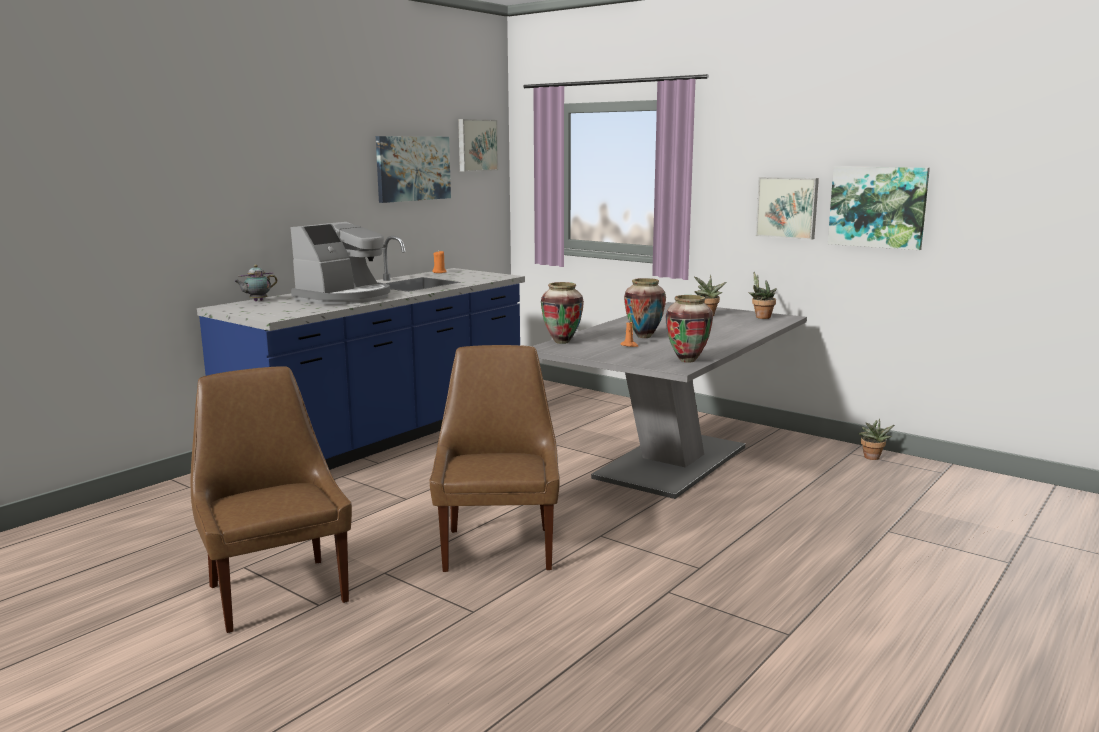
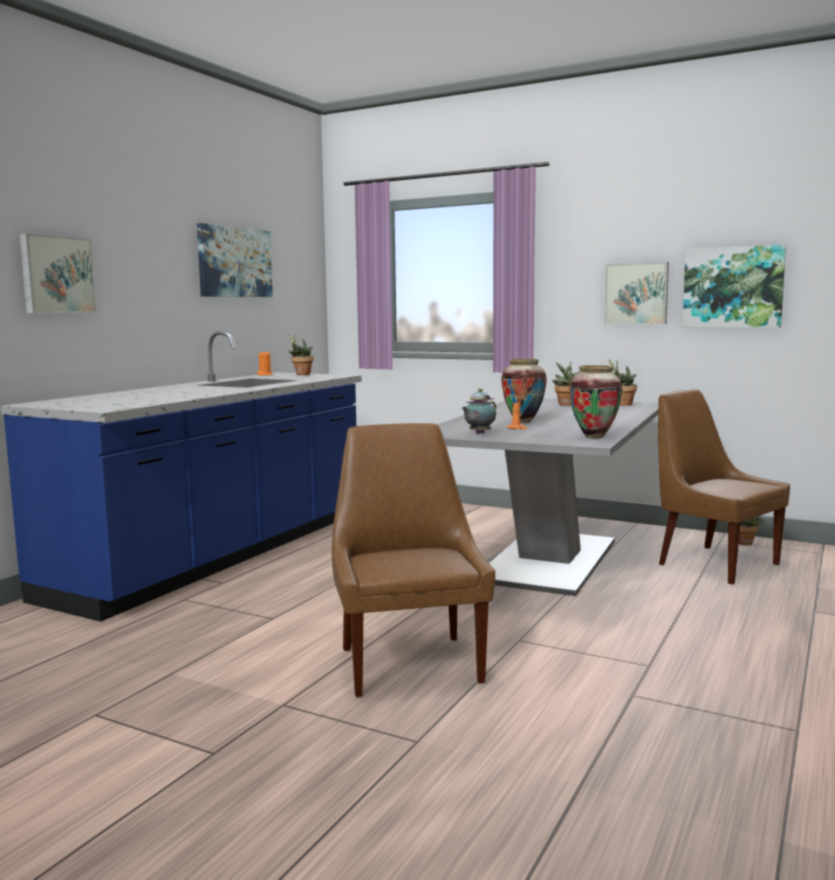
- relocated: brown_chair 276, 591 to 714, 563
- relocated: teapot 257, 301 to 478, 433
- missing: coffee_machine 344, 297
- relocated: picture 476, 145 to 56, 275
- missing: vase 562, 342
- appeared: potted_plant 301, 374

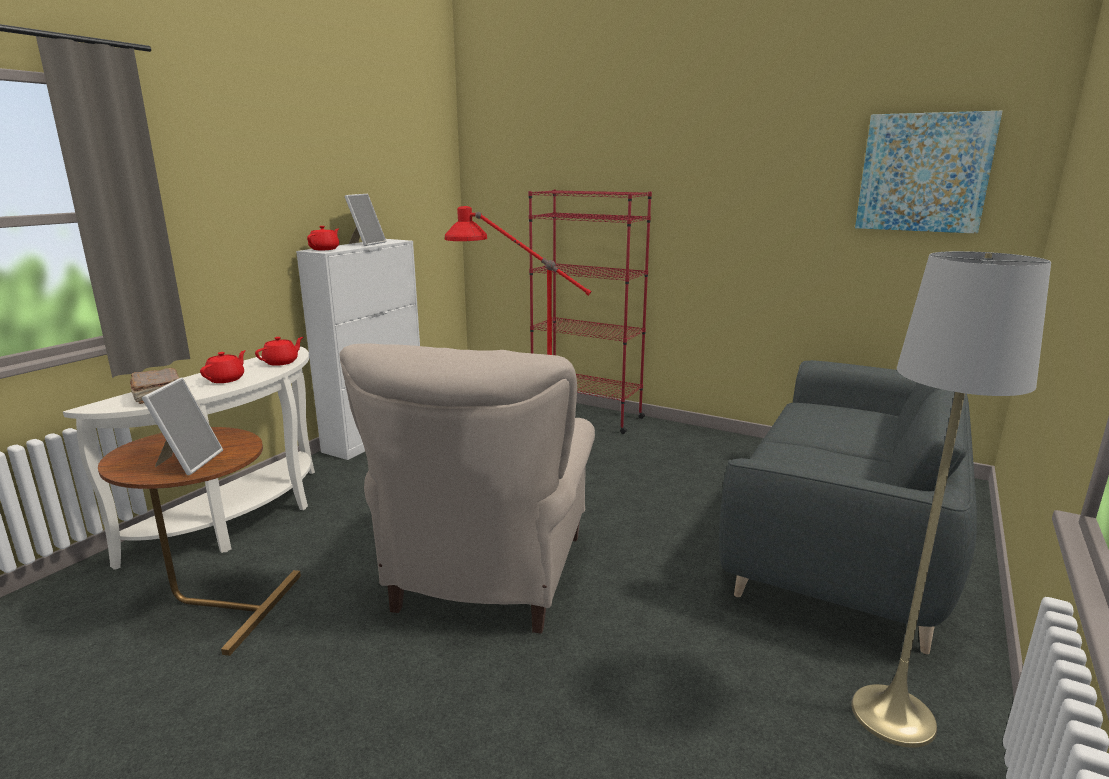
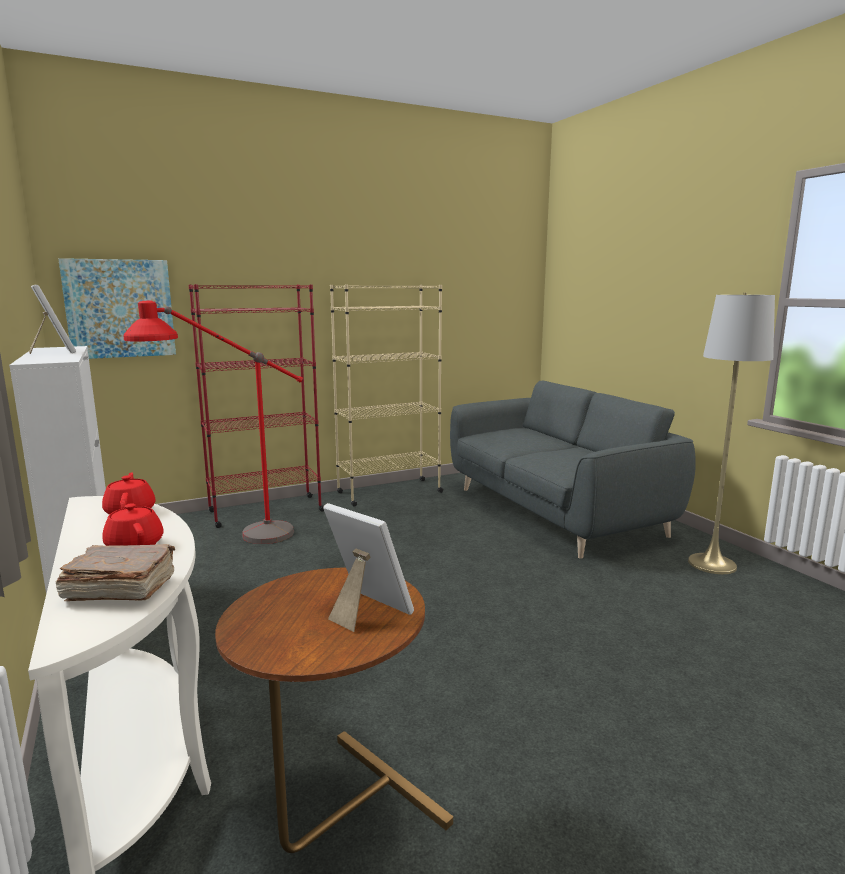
- missing: red_teapot 325, 249
- missing: beige_armchair 487, 577
- relocated: picture 924, 173 to 120, 308
- appeared: beige_bookcase 389, 492

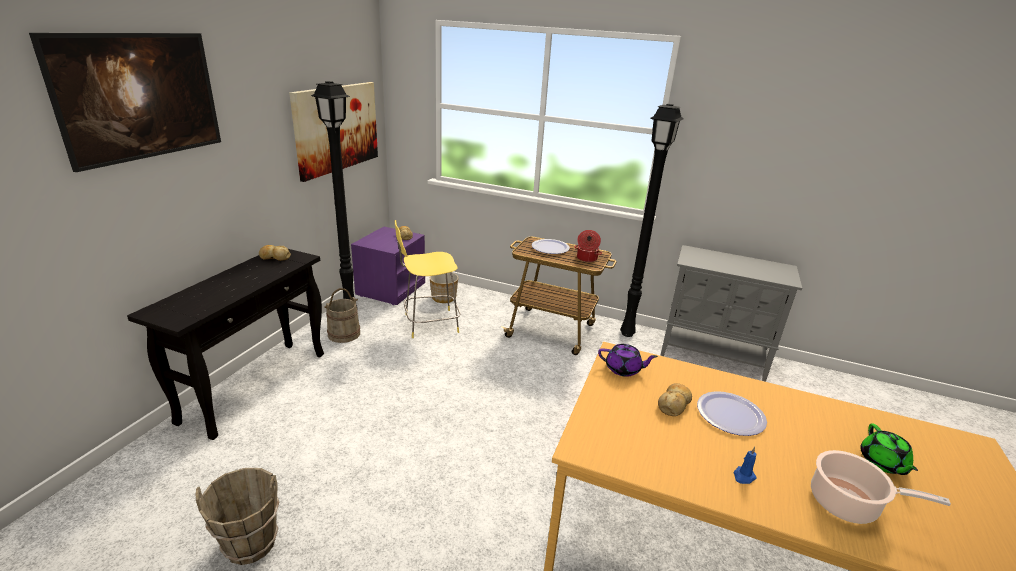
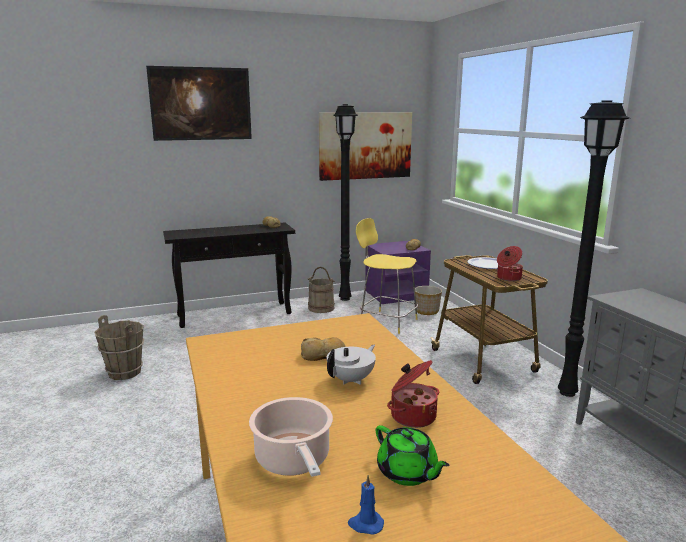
- missing: purple_teapot 623, 369
- exchanged: plate 730, 414 to white_teapot 351, 380
- relocated: blue_candle 743, 476 to 365, 524
- spun: green_teapot 882, 463 = 408, 473 90 degrees counterclockwise
- appeared: cooking_pot 412, 416

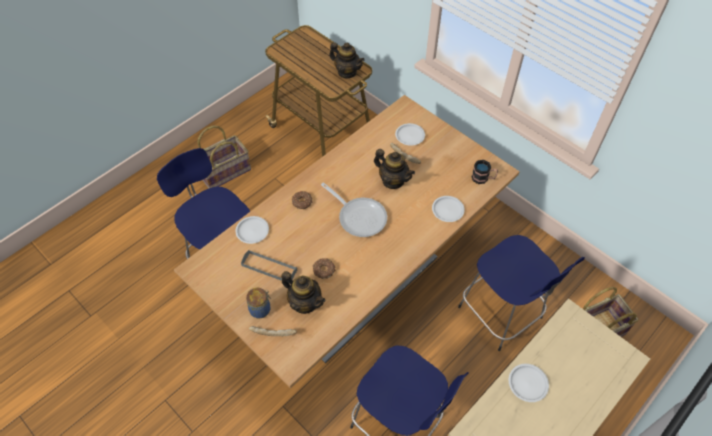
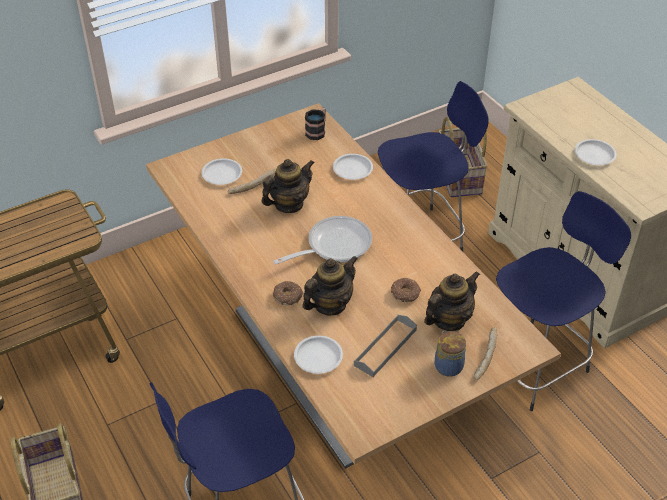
- relocated: teapot 347, 72 to 330, 304

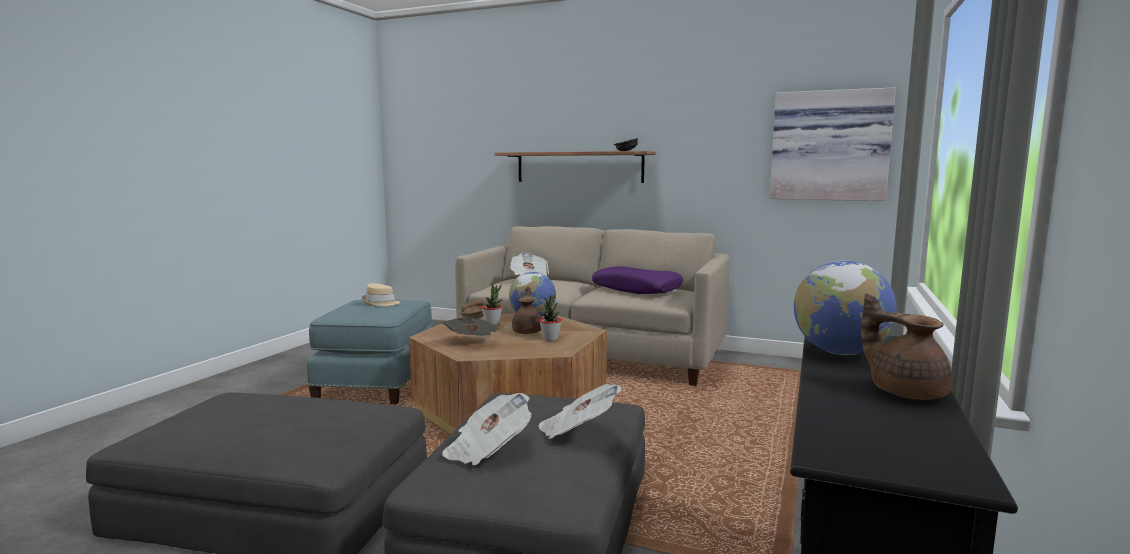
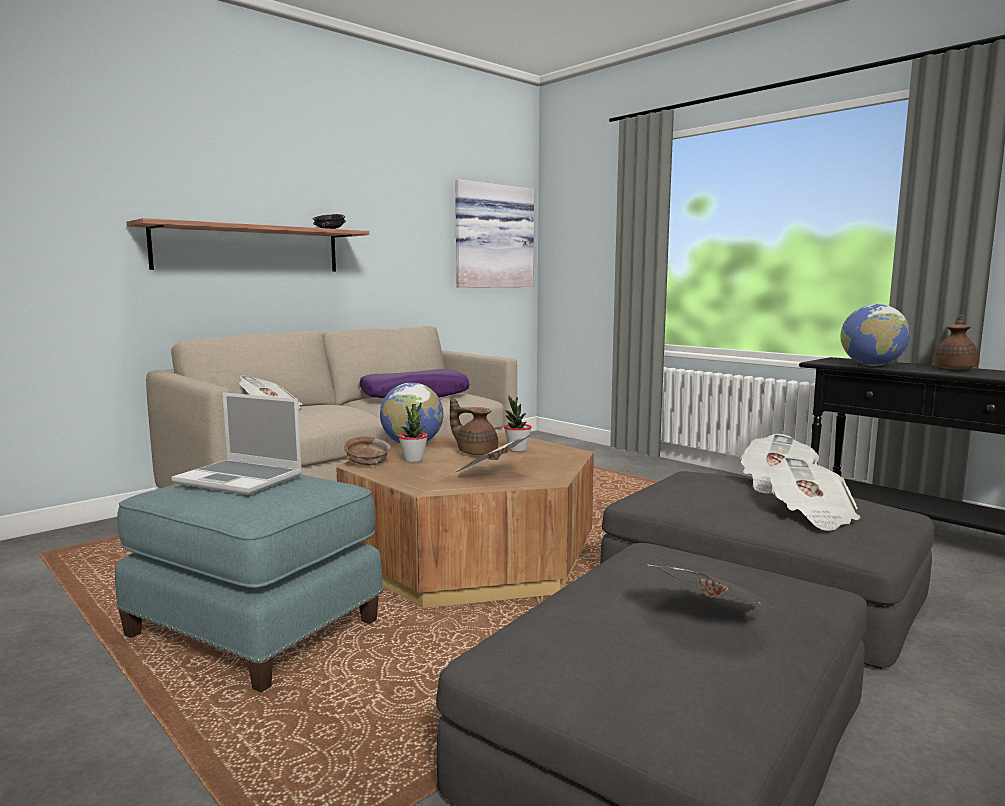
- exchanged: beige_hat 380, 303 to laptop 241, 479
- spun: brown_teapot 905, 391 = 955, 368 135 degrees clockwise
- appeared: newspaper 712, 618

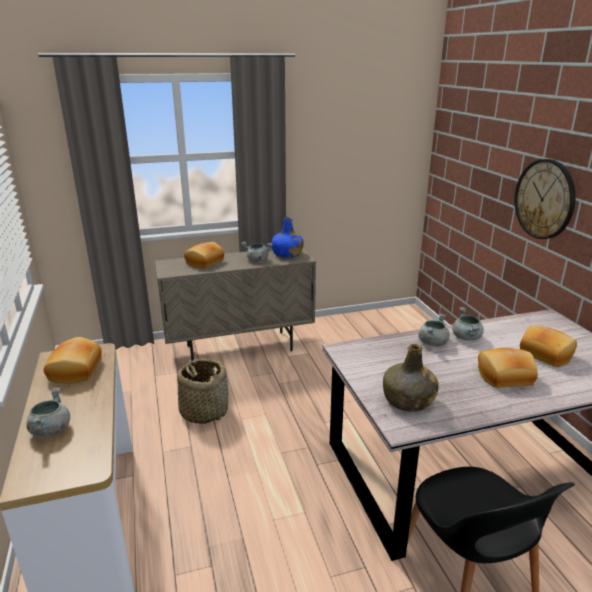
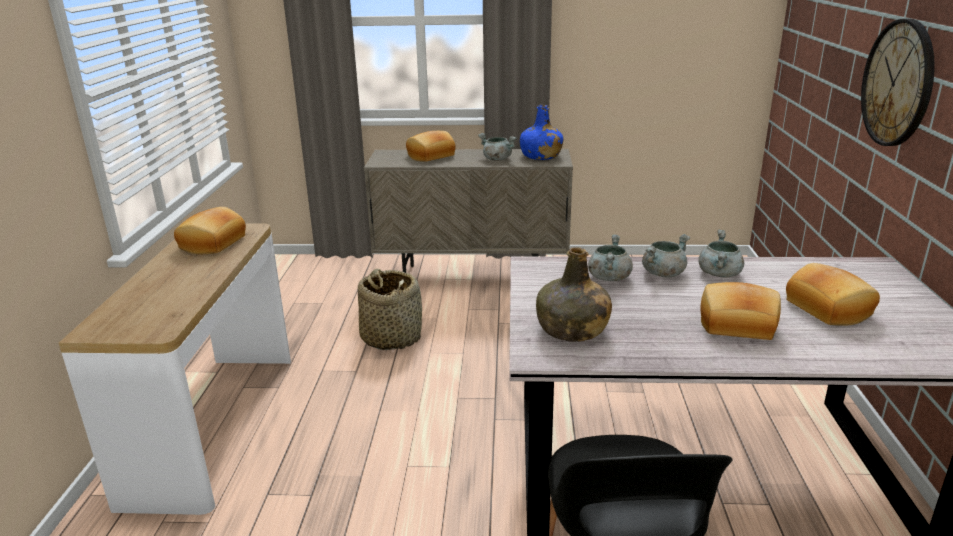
- relocated: grey_cooking_pot 50, 429 to 609, 277

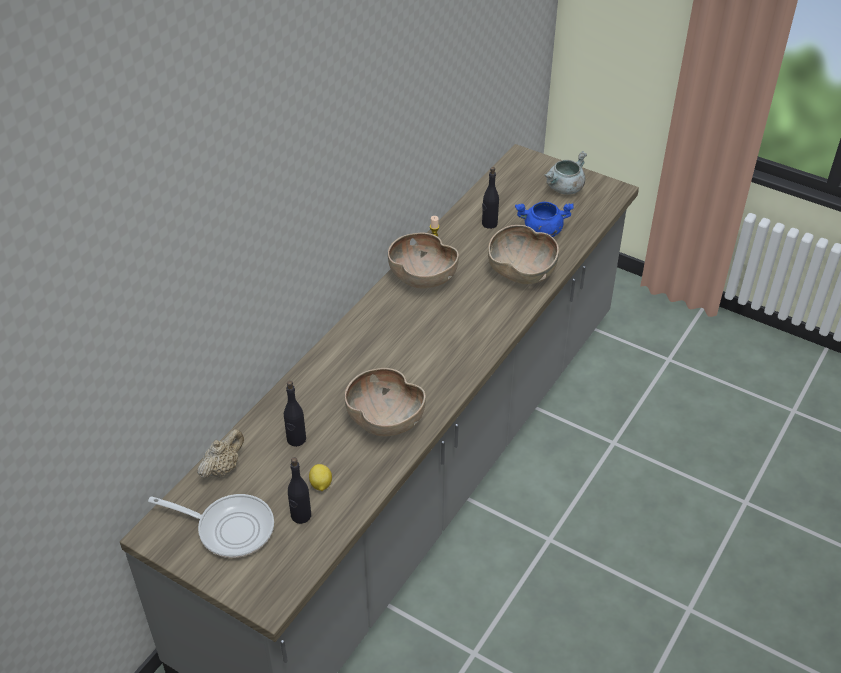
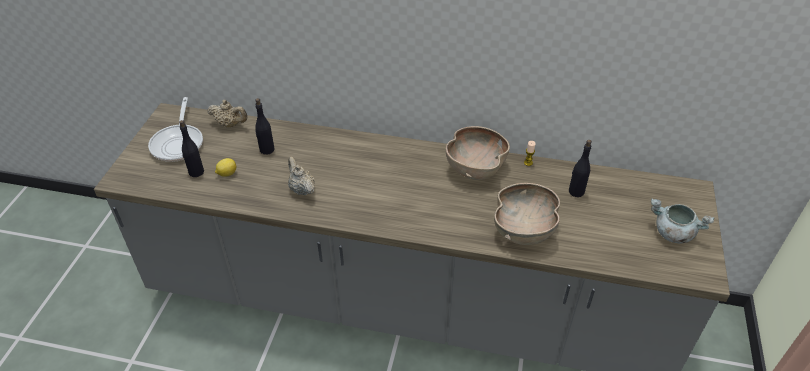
- exchanged: brown_bowl 384, 420 to beige_teapot 301, 189
- missing: blue_cooking_pot 542, 231

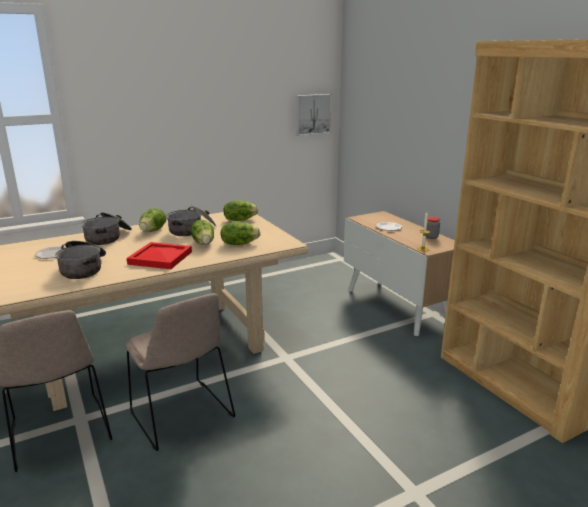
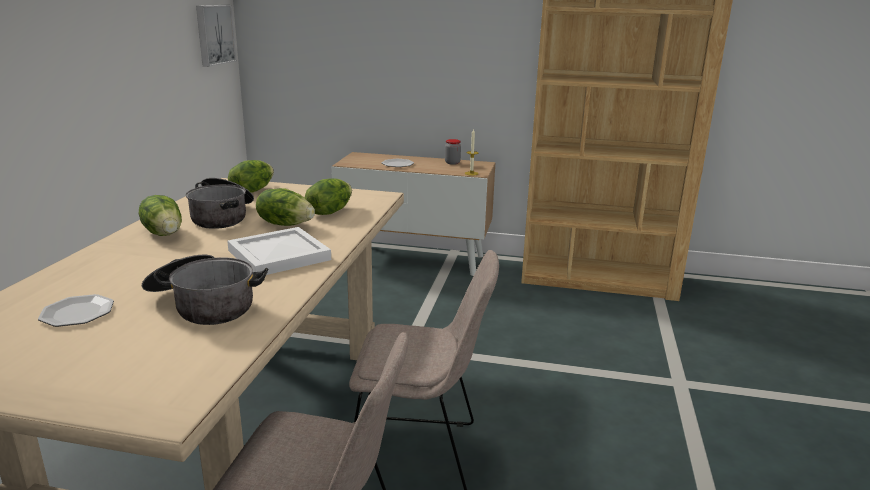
- missing: cooking_pot 108, 237
- colour: red_tray 160, 257 to white_tray 277, 255

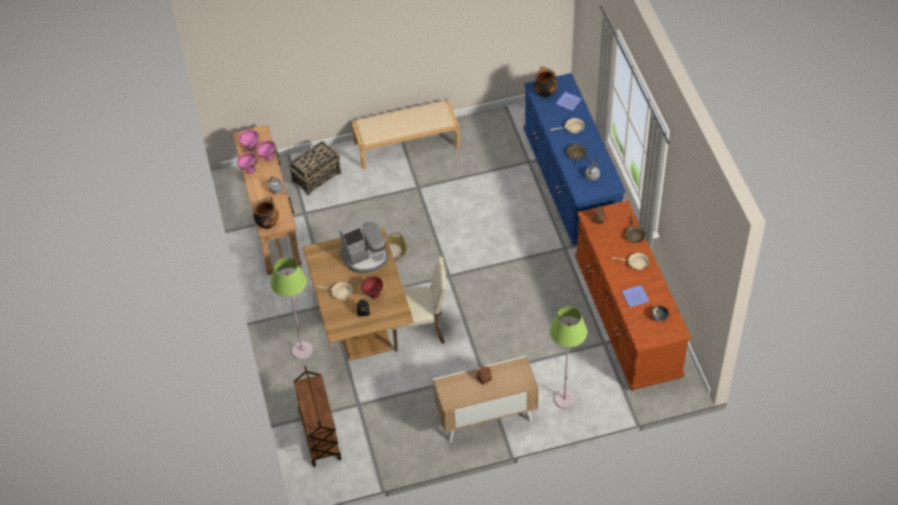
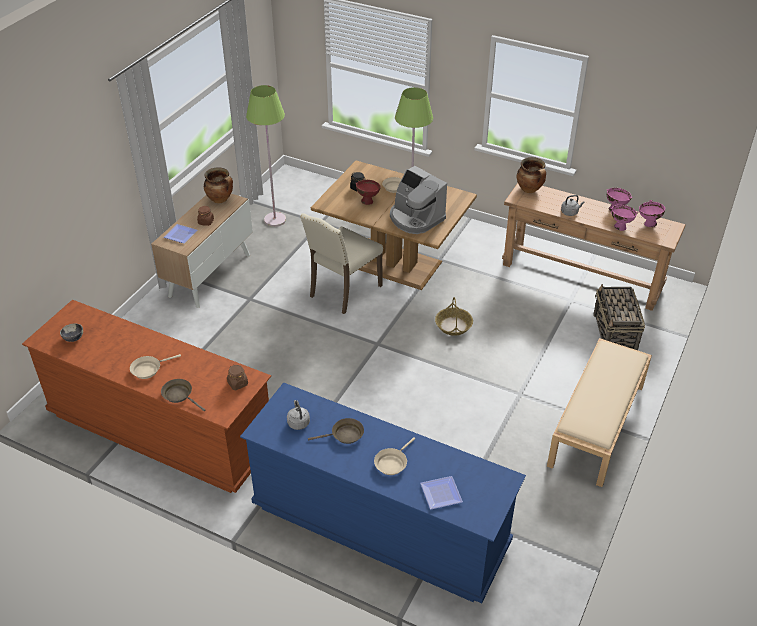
- missing: brown_cart 319, 434
- spun: coffee_machine 366, 257 = 415, 218 60 degrees counterclockwise
- relocated: cooking_pot 544, 93 to 220, 199
- relocated: green_floor_lamp 564, 399 to 275, 220
- relocated: plate 636, 297 to 179, 235

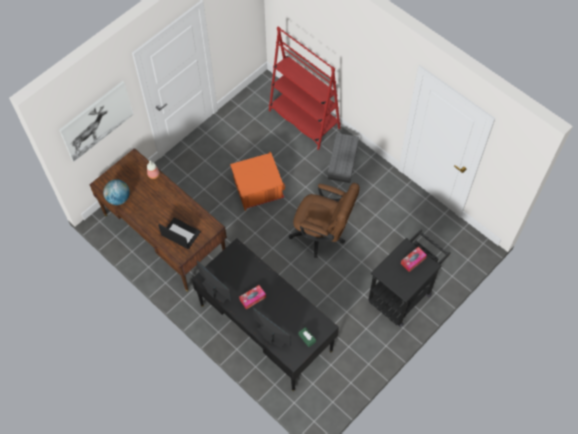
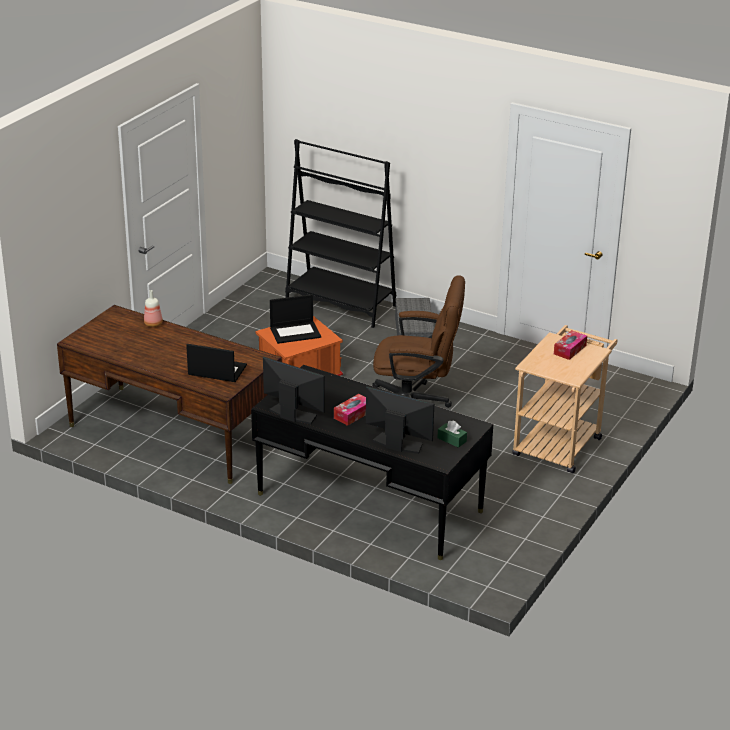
- missing: picture 96, 121
- missing: globe 118, 198
- colour: red_bookcase 304, 119 to black_bookcase 340, 304
- colour: black_cart 403, 293 to beige_cart 560, 442
- appeared: laptop 295, 332

